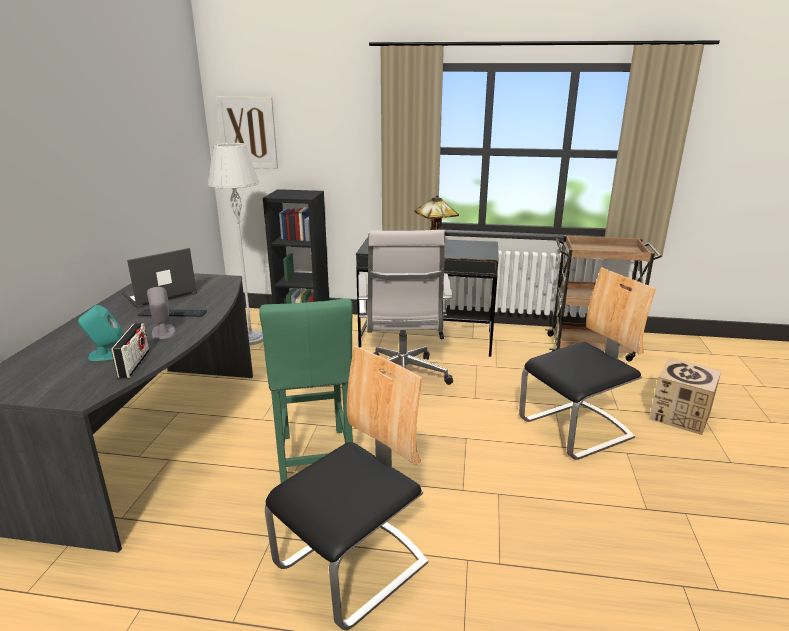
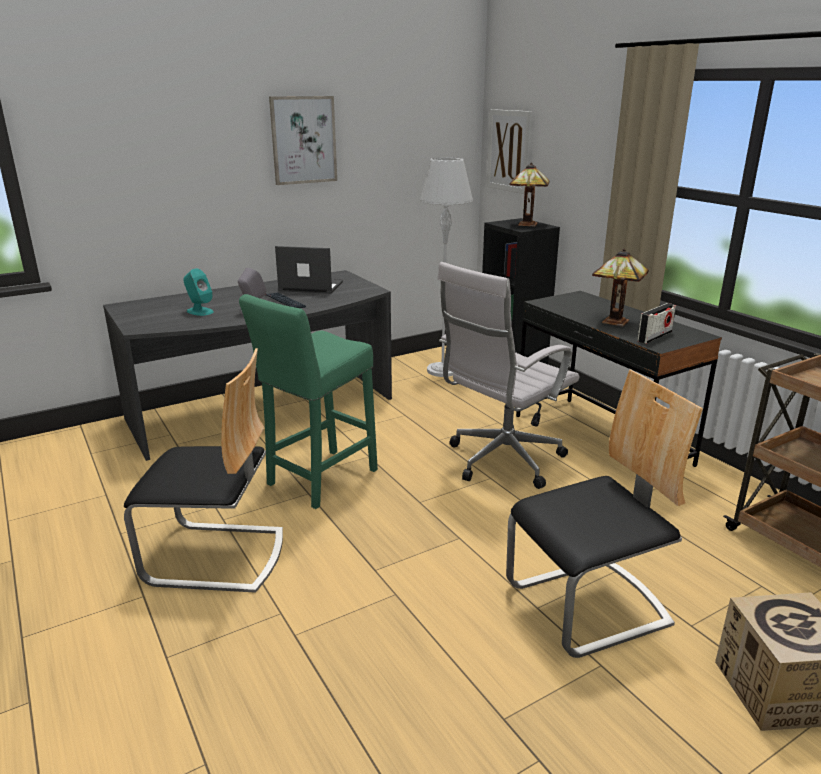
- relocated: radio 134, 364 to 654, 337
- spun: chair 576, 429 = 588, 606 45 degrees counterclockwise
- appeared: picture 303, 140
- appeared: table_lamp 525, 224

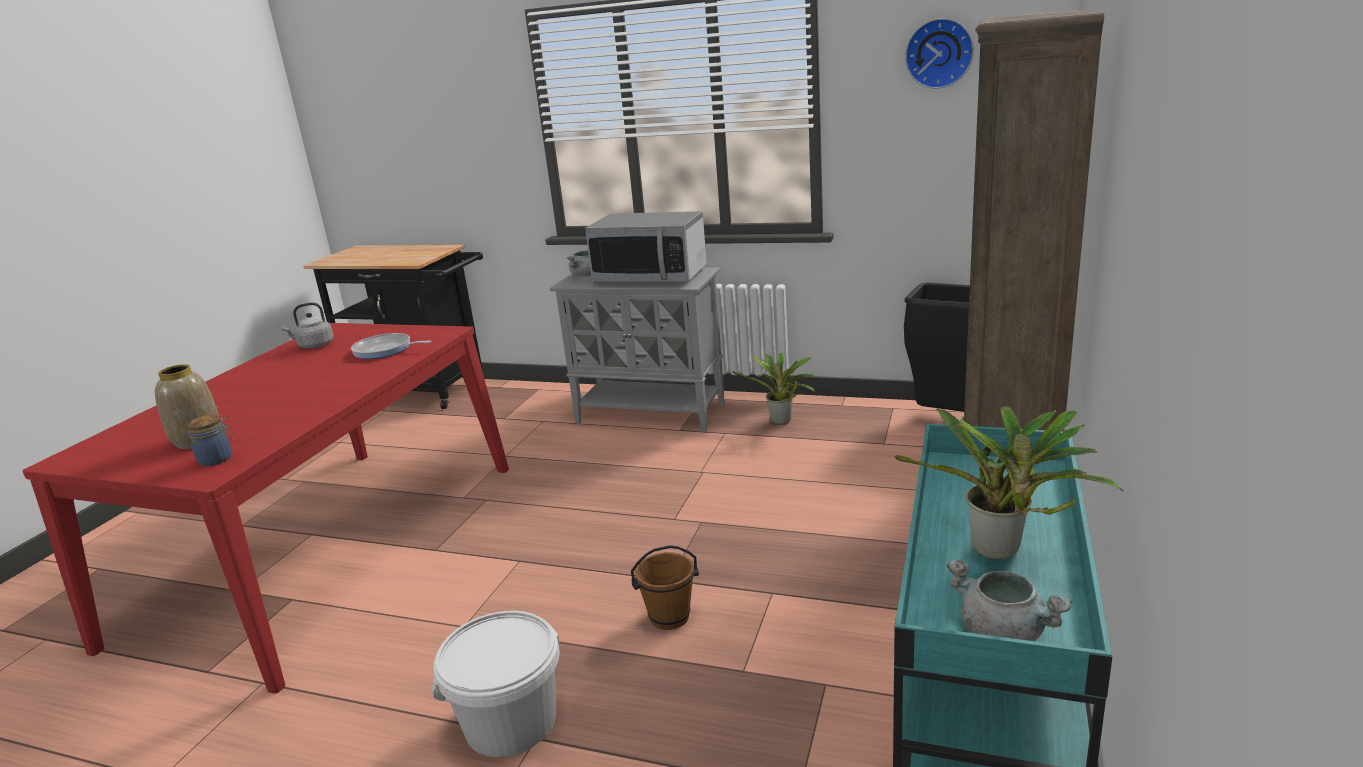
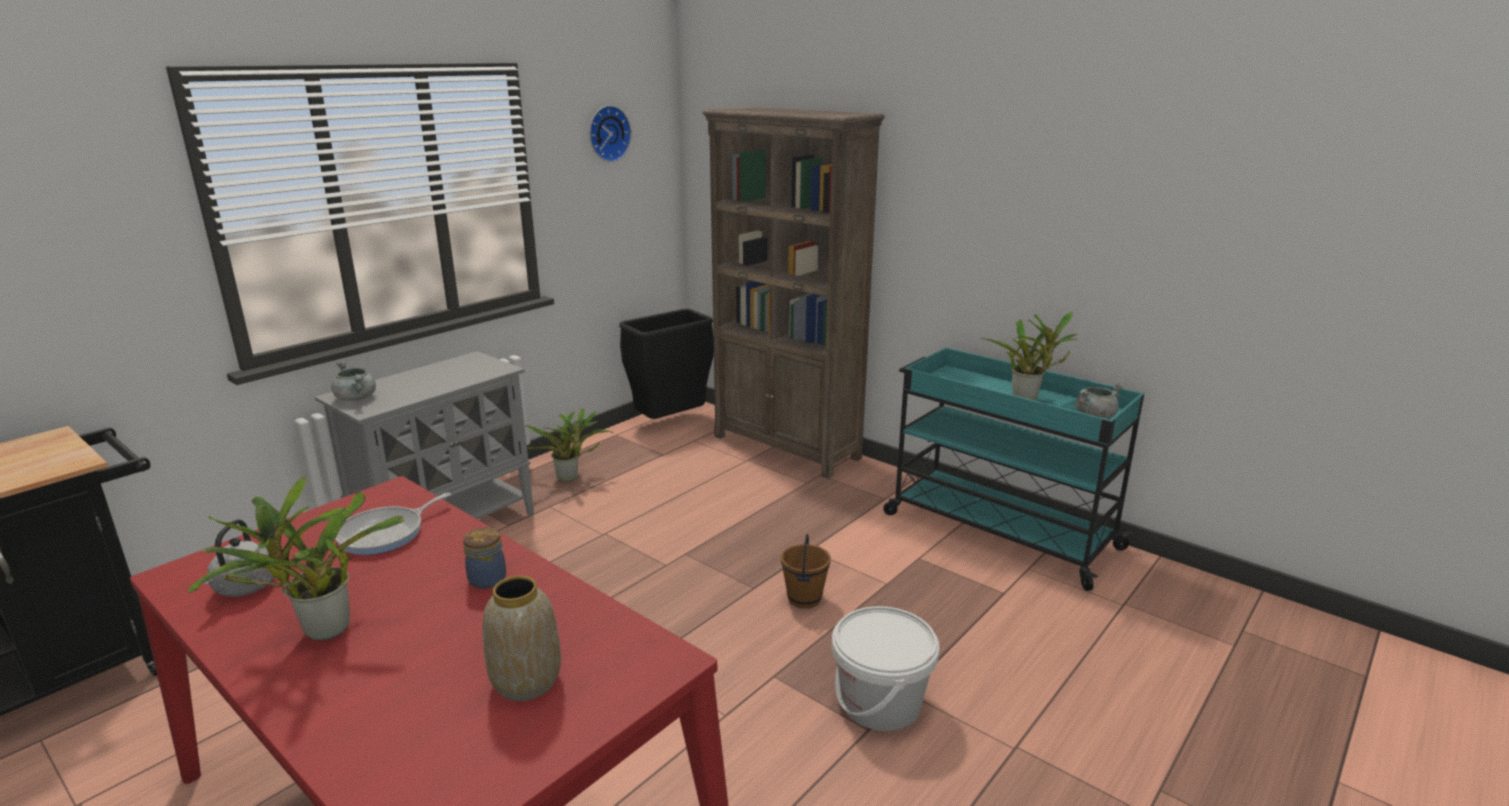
- relocated: jar 217, 459 to 487, 578
- missing: microwave 651, 276
- appeared: potted_plant 320, 631

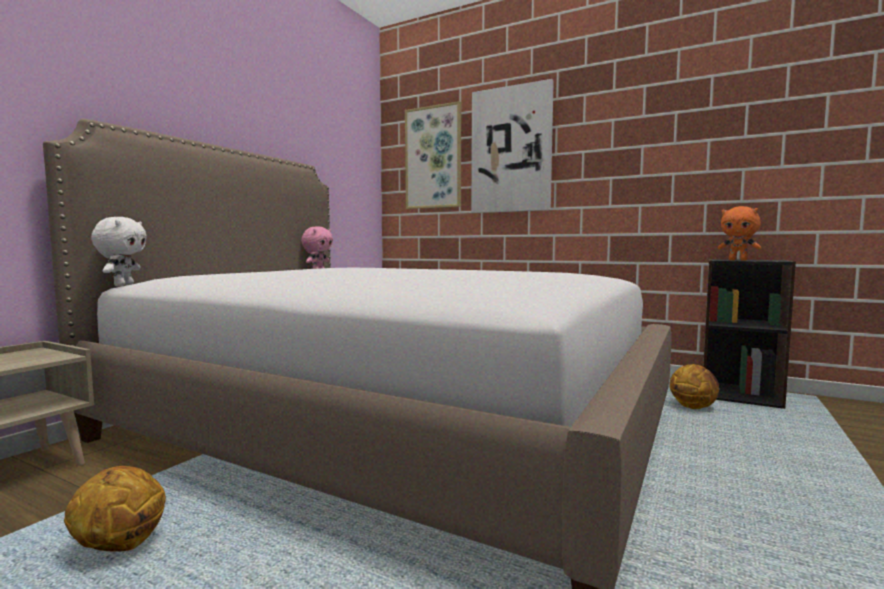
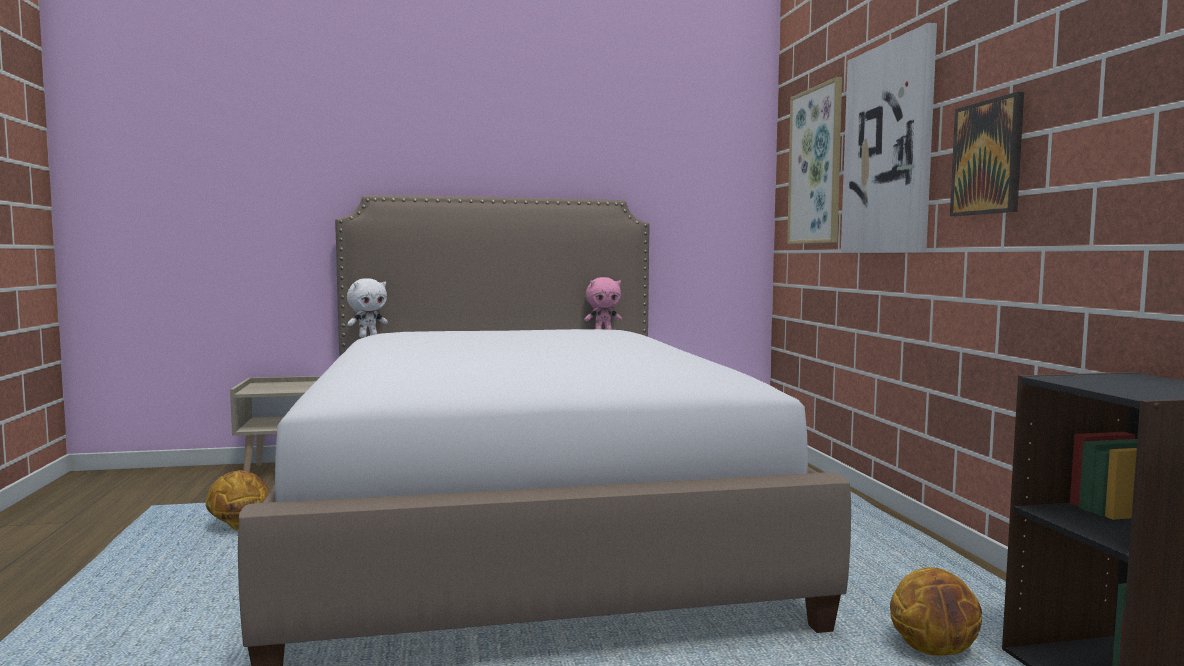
- missing: orange_plush_toy 738, 260
- appeared: picture 987, 158

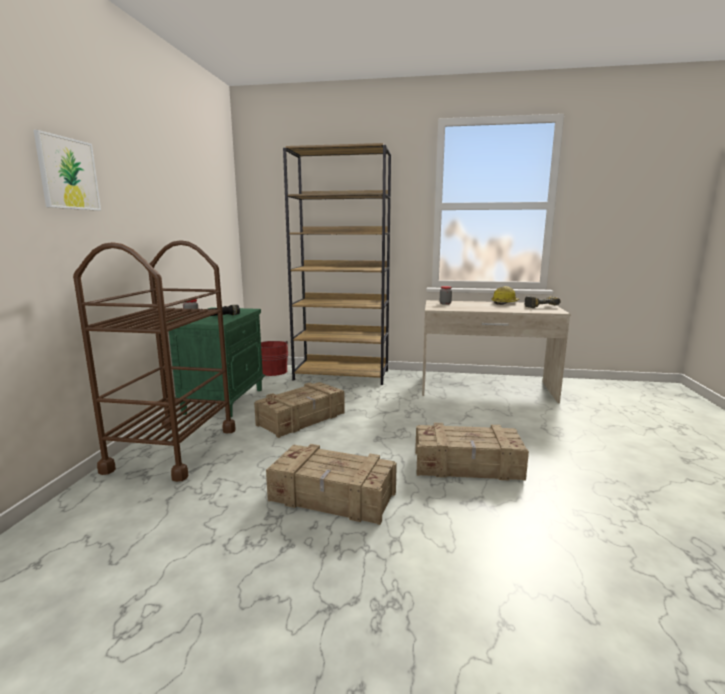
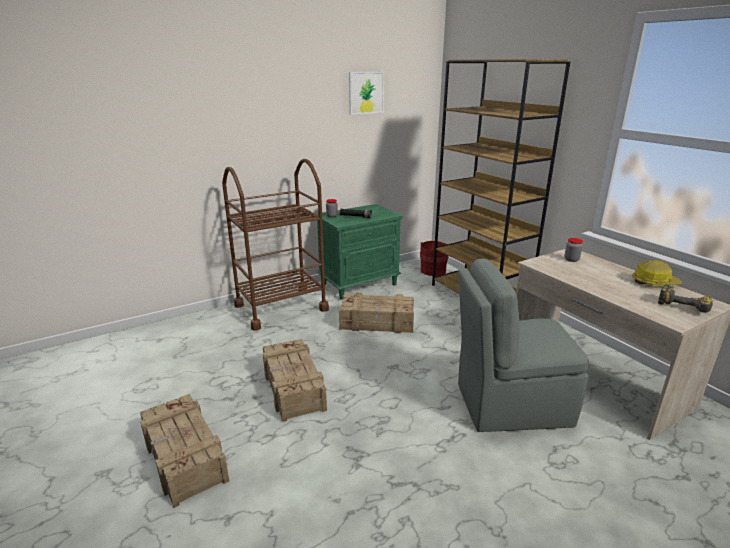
- relocated: picture 68, 173 to 366, 92
- relocated: crate 468, 465 to 184, 458
- appeared: grey_chair 509, 404

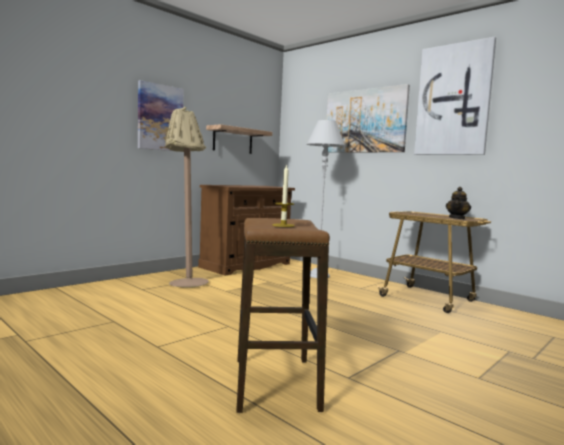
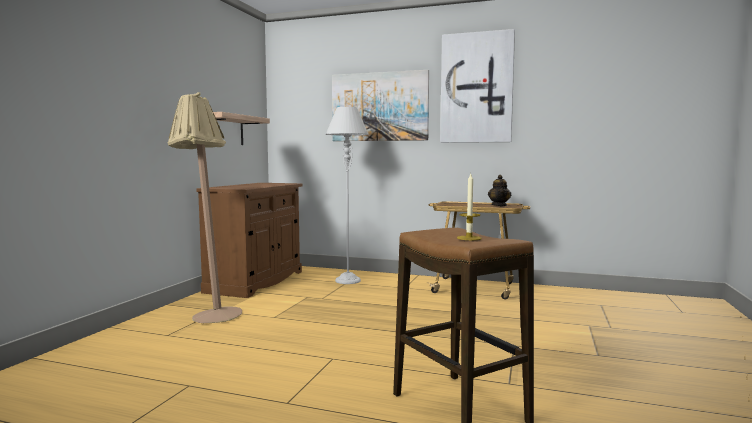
- missing: picture 160, 117

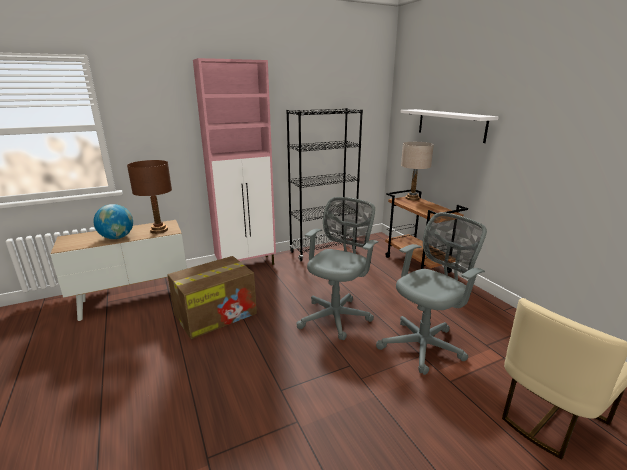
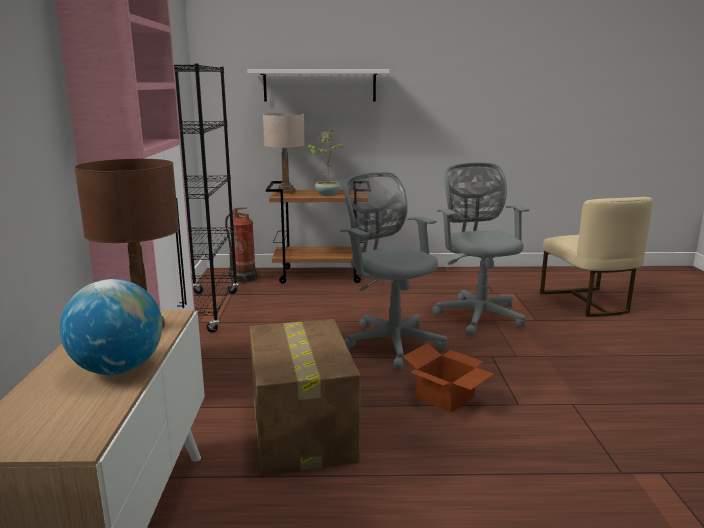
- appeared: fire_extinguisher 244, 278
- appeared: potted_plant 327, 194
- appeared: cardboard_box 446, 397

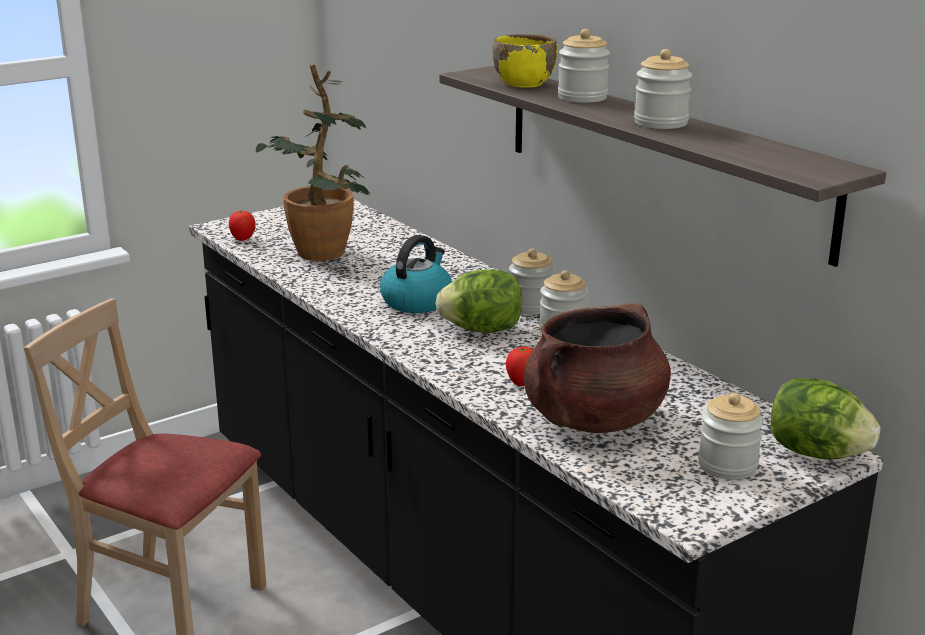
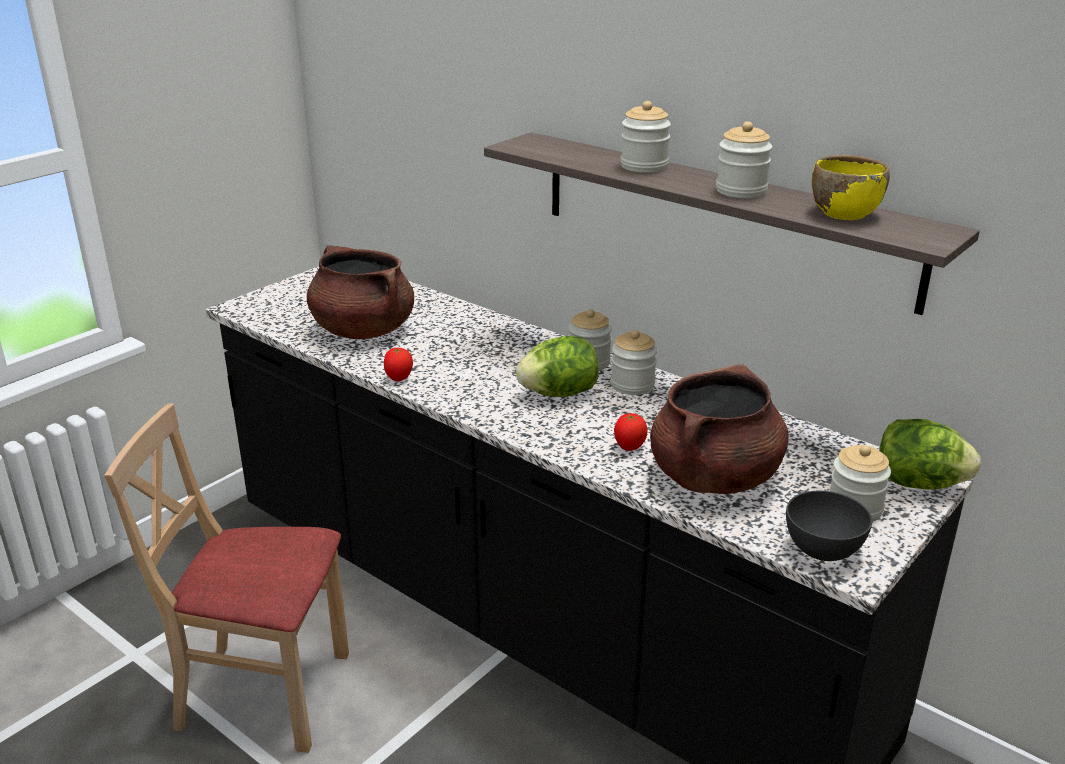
- relocated: tomato 242, 239 to 399, 379
- exchanged: potted_plant 323, 257 to brown_cooking_pot 362, 330
- missing: kettle 417, 301
- relocated: yellow_bowl 524, 83 to 844, 213
- appeared: grey_bowl 823, 549

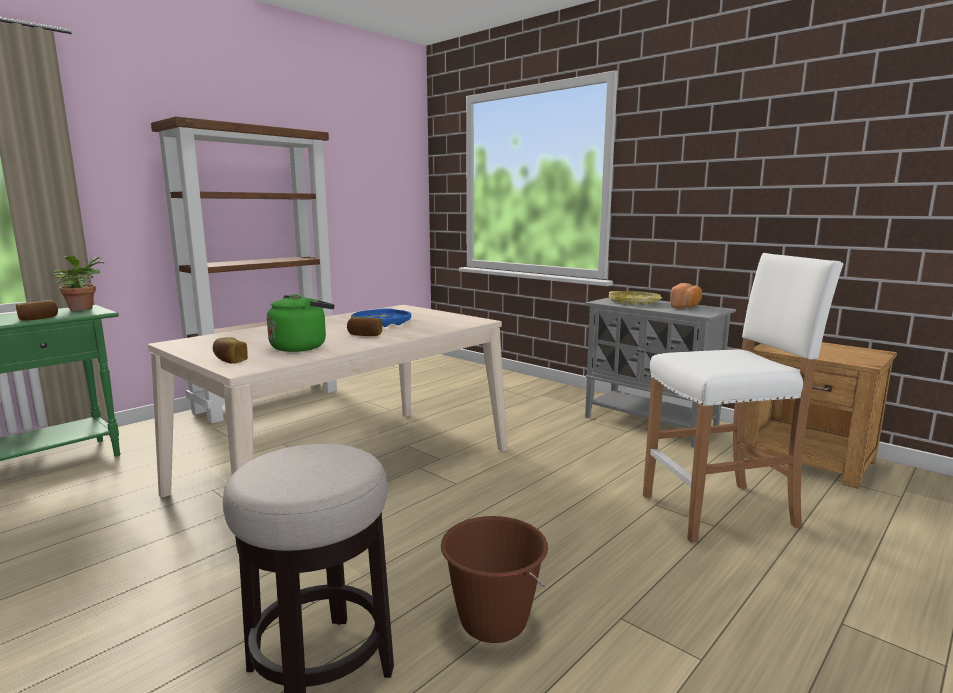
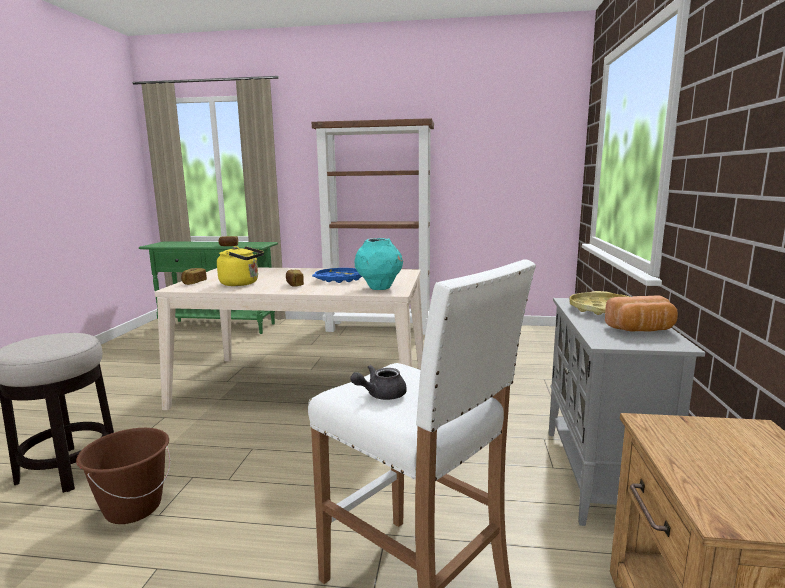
- missing: potted_plant 82, 308
- colour: green_kettle 301, 347 to yellow_kettle 242, 283
- appeared: grey_teapot 380, 395
- appeared: turquoise_vase 379, 288

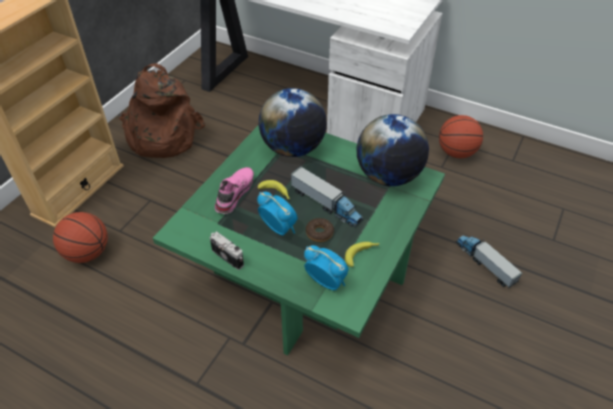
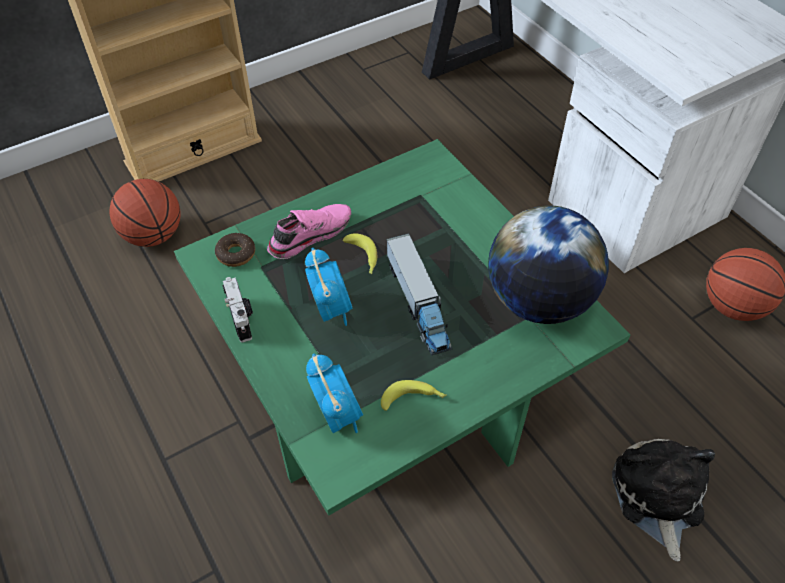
- missing: brown_backpack 161, 136
- missing: globe 293, 148
- relocated: donut 319, 233 to 236, 254
- exchanged: toy_truck 484, 263 to plush_toy 657, 497

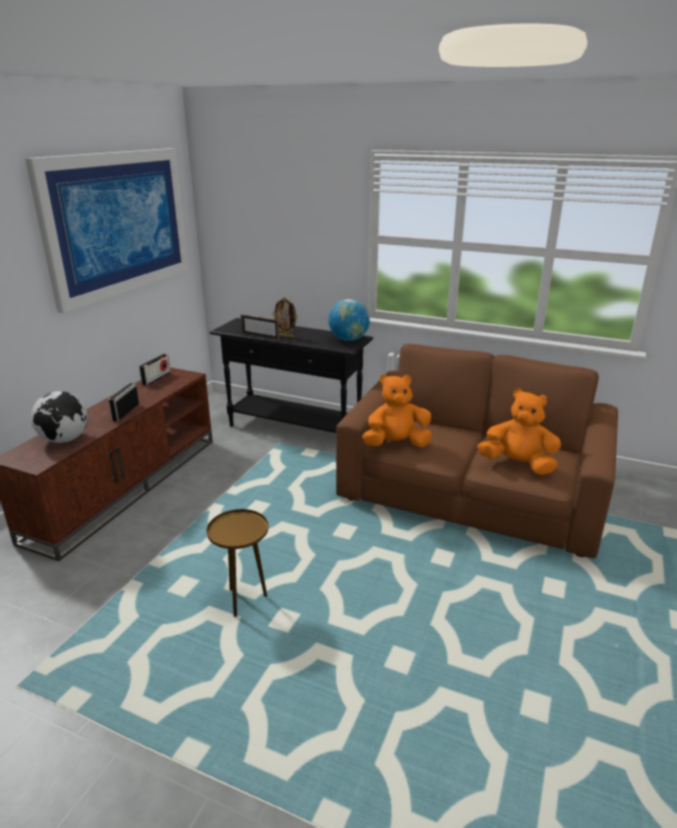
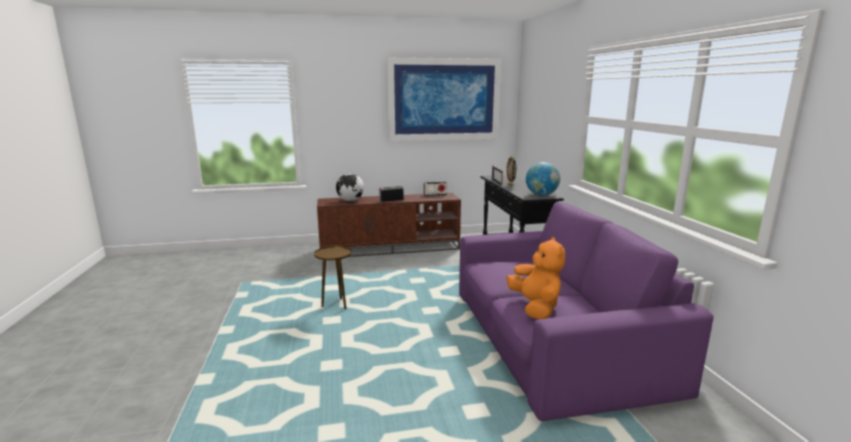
- colour: brown_sofa 472, 491 to purple_sofa 552, 340
- missing: orange_plush_toy 396, 444

